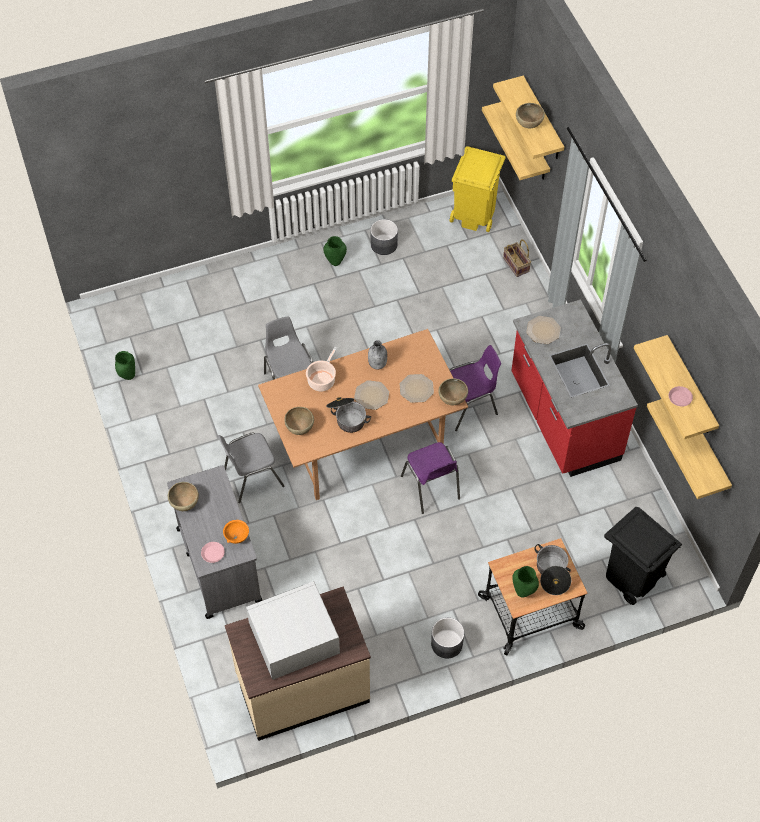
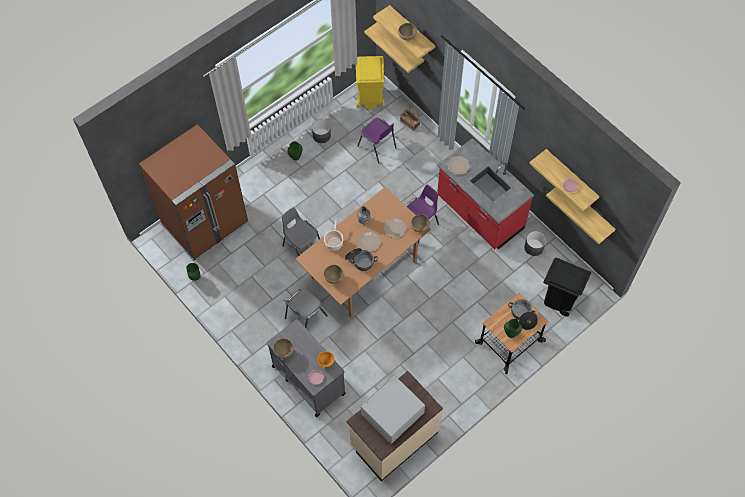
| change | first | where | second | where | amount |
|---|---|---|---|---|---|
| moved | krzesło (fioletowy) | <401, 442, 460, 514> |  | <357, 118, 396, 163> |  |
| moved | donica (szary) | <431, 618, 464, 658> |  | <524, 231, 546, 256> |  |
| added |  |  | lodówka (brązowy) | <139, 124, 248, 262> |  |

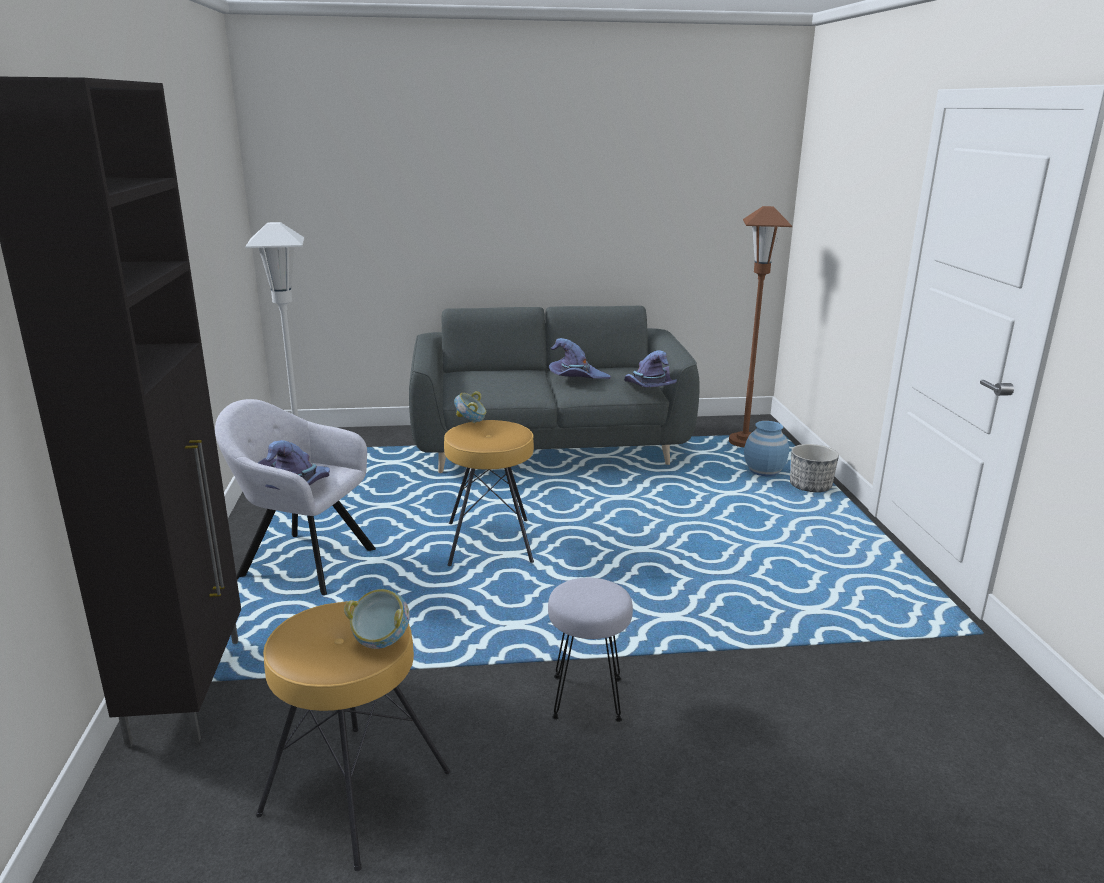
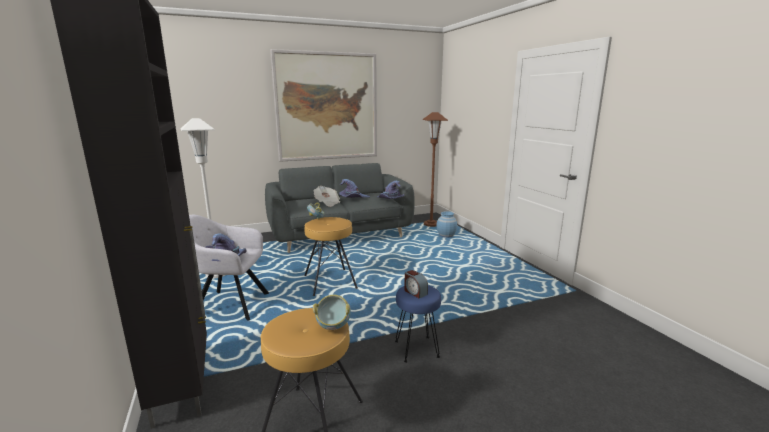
| change | first | where | second | where | amount |
|---|---|---|---|---|---|
| removed | donica | <790, 444, 839, 492> |  |  |  |
| recoloured | stołek (szary) | <548, 578, 633, 722> | stołek (niebieski) | <395, 285, 441, 363> |  |
| added |  |  | obraz | <270, 49, 377, 162> |  |
| added |  |  | gazeta | <314, 186, 340, 207> |  |
| added |  |  | budzik | <404, 270, 428, 298> |  |

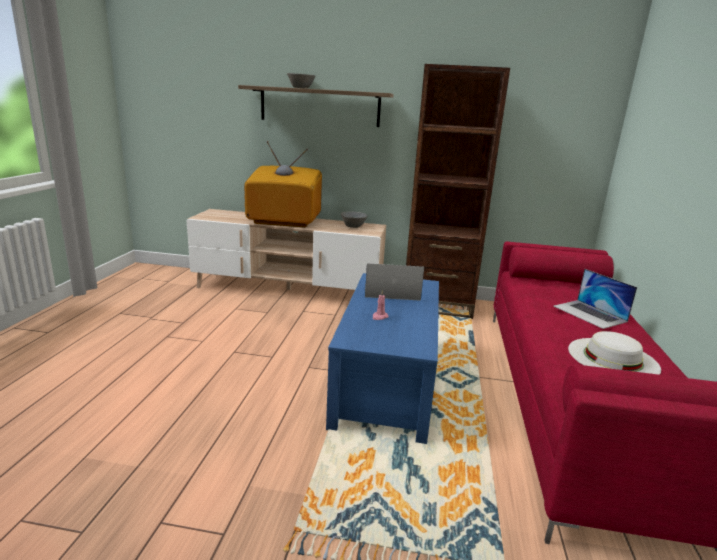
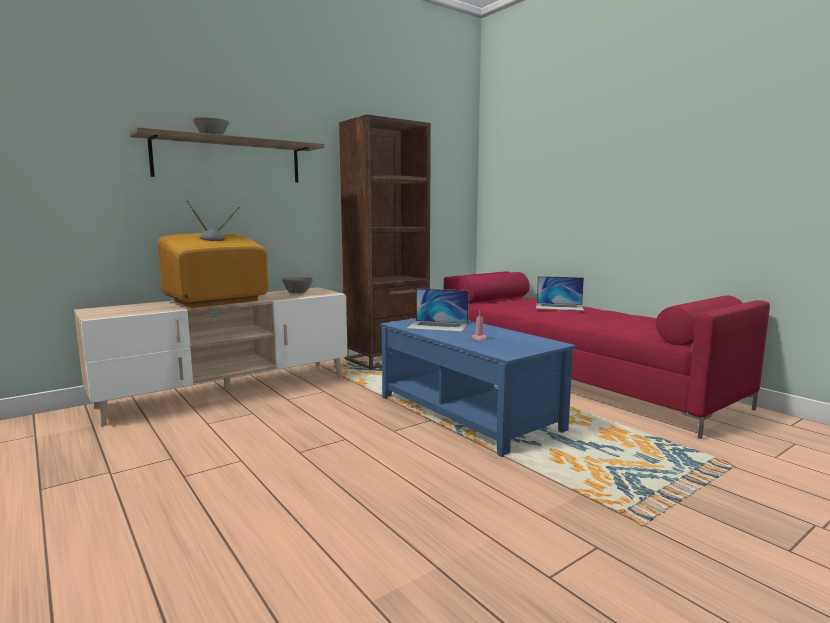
| change | first | where | second | where | amount |
|---|---|---|---|---|---|
| turned | laptop | <365, 263, 424, 301> |  | <406, 288, 469, 332> | 120 degrees counterclockwise |
| removed | kapelusz (biały) | <568, 331, 661, 375> |  |  |  |

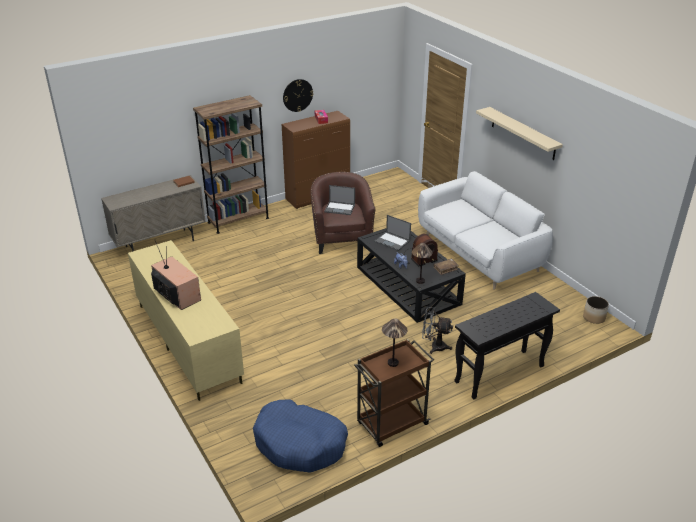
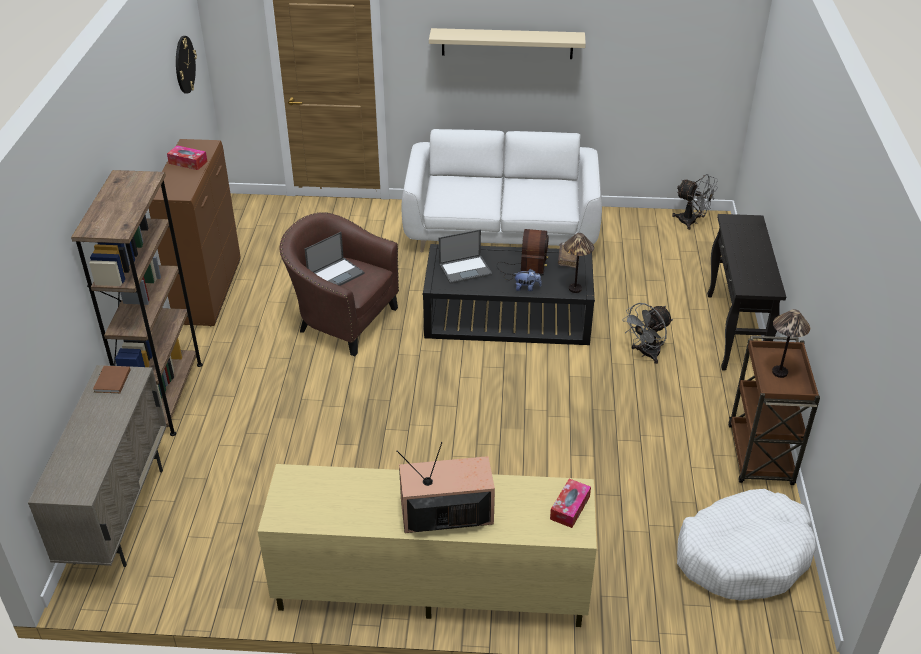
| change | first | where | second | where | amount |
|---|---|---|---|---|---|
| moved | zegar ścienny | <283, 79, 313, 112> |  | <176, 36, 197, 94> |  |
| replaced | donica | <583, 296, 609, 324> | wentylator (szary) | <672, 174, 718, 230> |  |
| recoloured | legowisko (niebieski) | <253, 400, 348, 473> | legowisko (biały) | <677, 489, 816, 601> |  |
| added |  |  | pudełko chusteczek | <550, 479, 591, 528> |  |

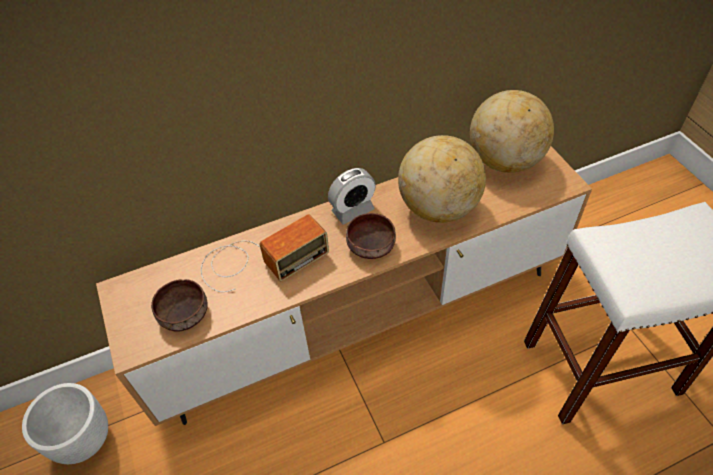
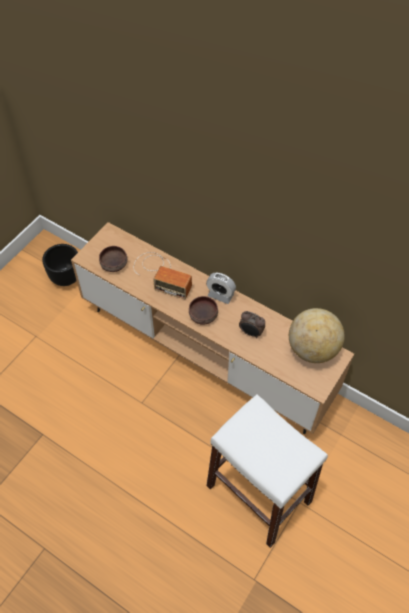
| change | first | where | second | where | amount |
|---|---|---|---|---|---|
| replaced | globus | <398, 135, 486, 223> | budzik | <239, 311, 265, 338> |  |
| recoloured | donica (biały) | <22, 383, 108, 464> | donica (czarny) | <42, 244, 78, 286> |  |

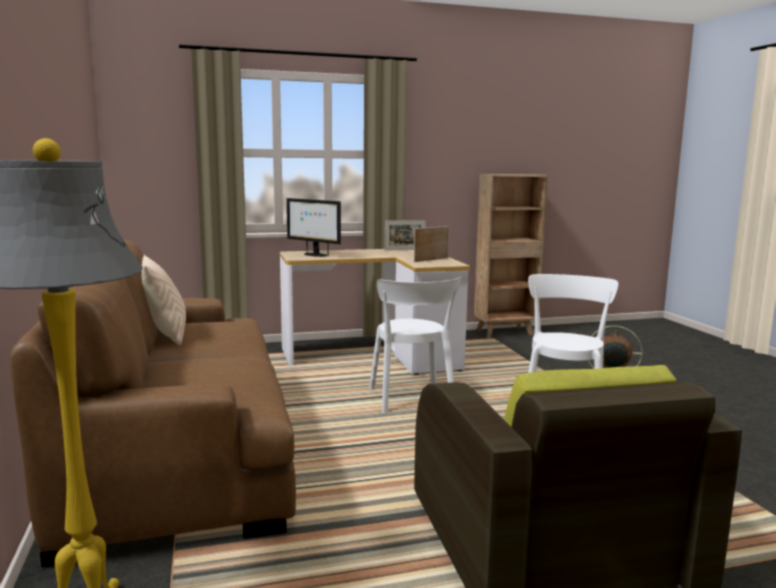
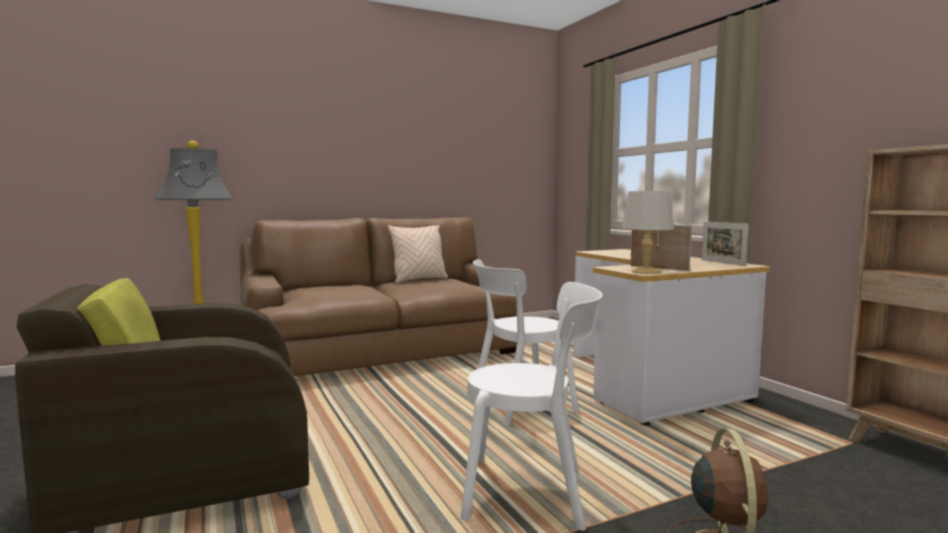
| change | first | where | second | where | amount |
|---|---|---|---|---|---|
| removed | monitor | <287, 198, 341, 257> |  |  |  |
| added |  |  | lampa stołowa (szary) | <622, 191, 674, 274> |  |

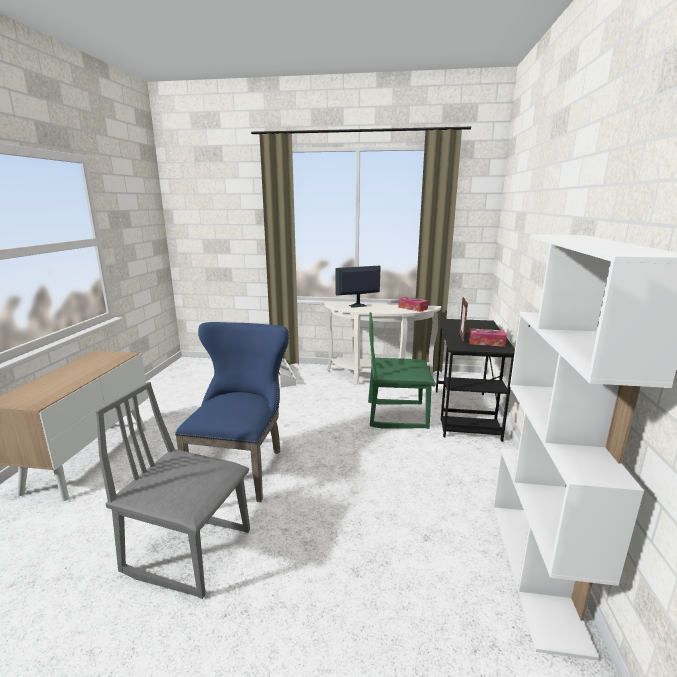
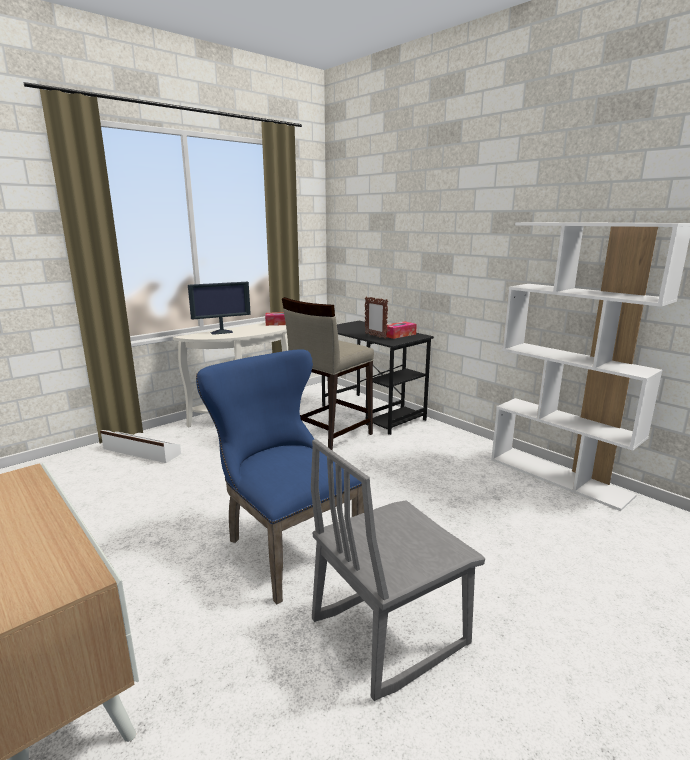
| change | first | where | second | where | amount |
|---|---|---|---|---|---|
| turned | monitor | <335, 266, 381, 307> |  | <188, 282, 251, 335> | 135 degrees counterclockwise |
| replaced | krzesło (zielony) | <368, 312, 436, 429> | stołek (beżowy) | <282, 297, 374, 451> |  |

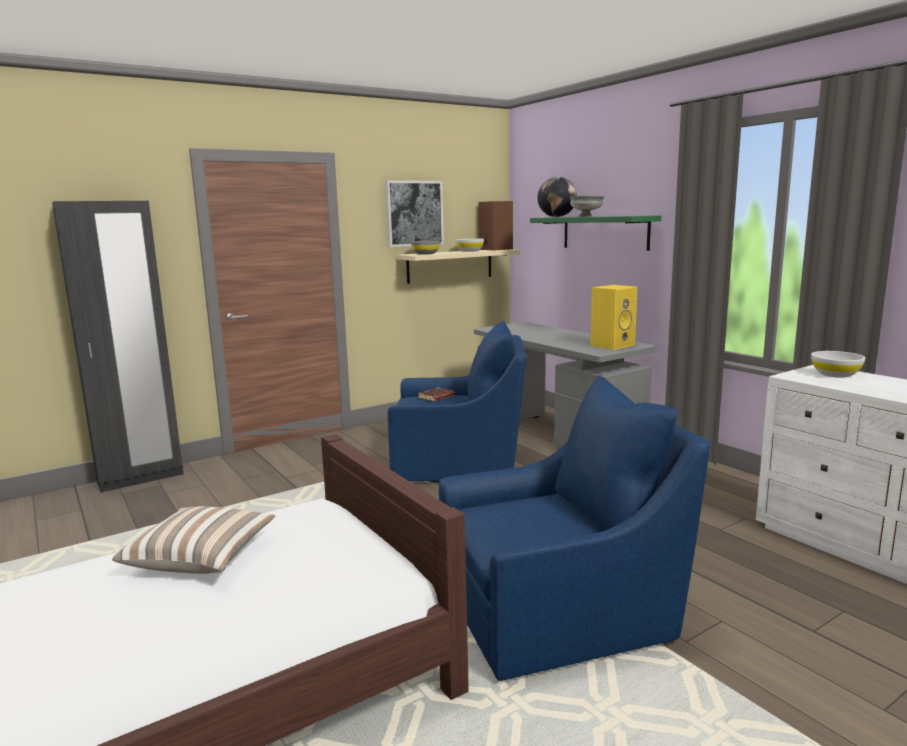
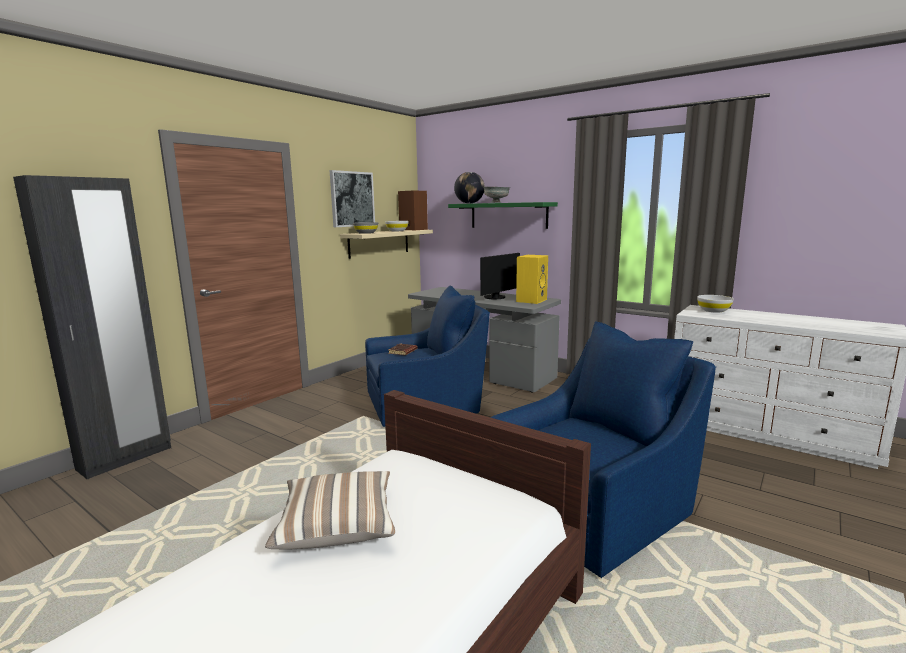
| change | first | where | second | where | amount |
|---|---|---|---|---|---|
| added |  |  | monitor | <480, 253, 520, 299> |  |

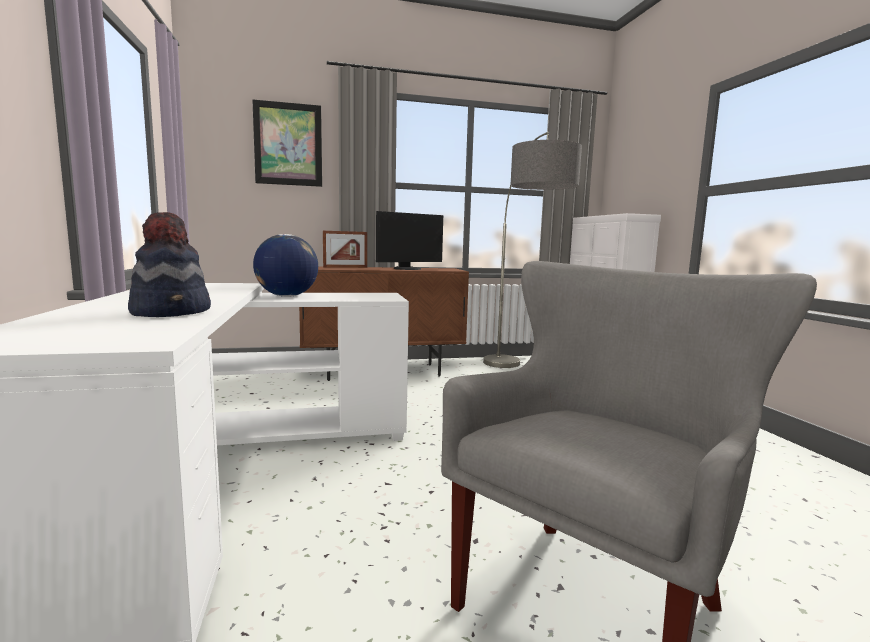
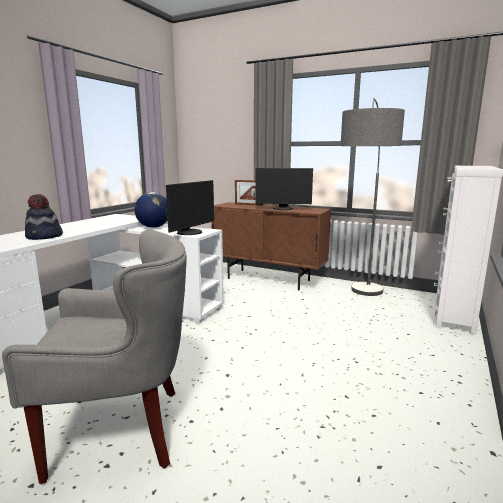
| change | first | where | second | where | amount |
|---|---|---|---|---|---|
| removed | obraz | <252, 100, 322, 187> |  |  |  |
| added |  |  | monitor | <166, 180, 214, 235> |  |

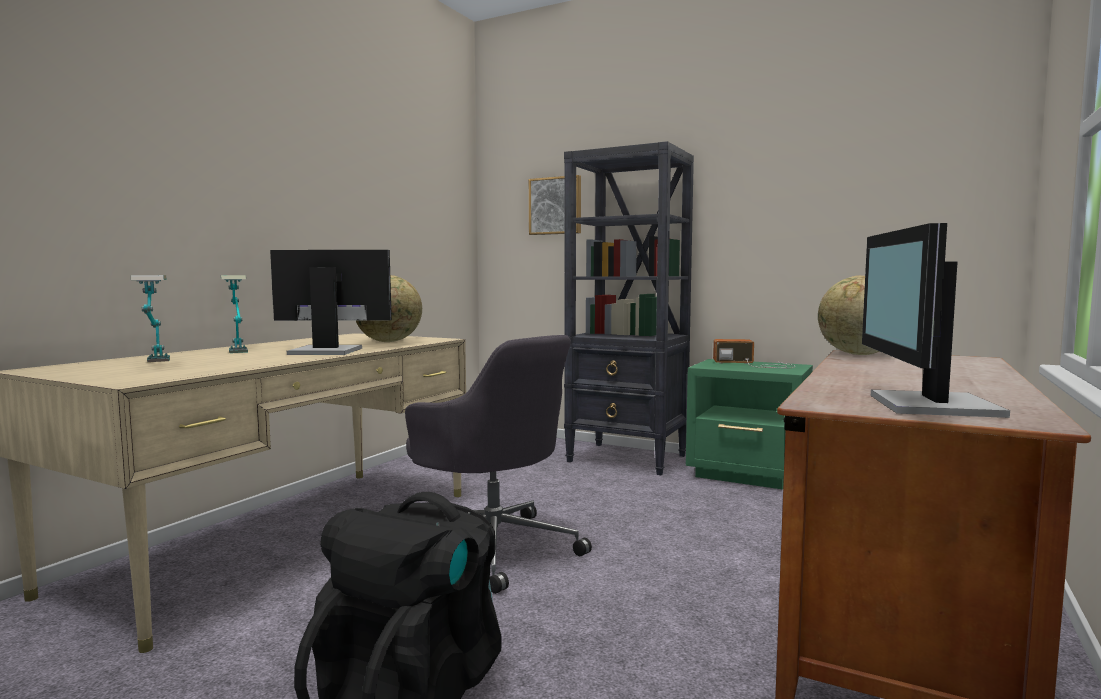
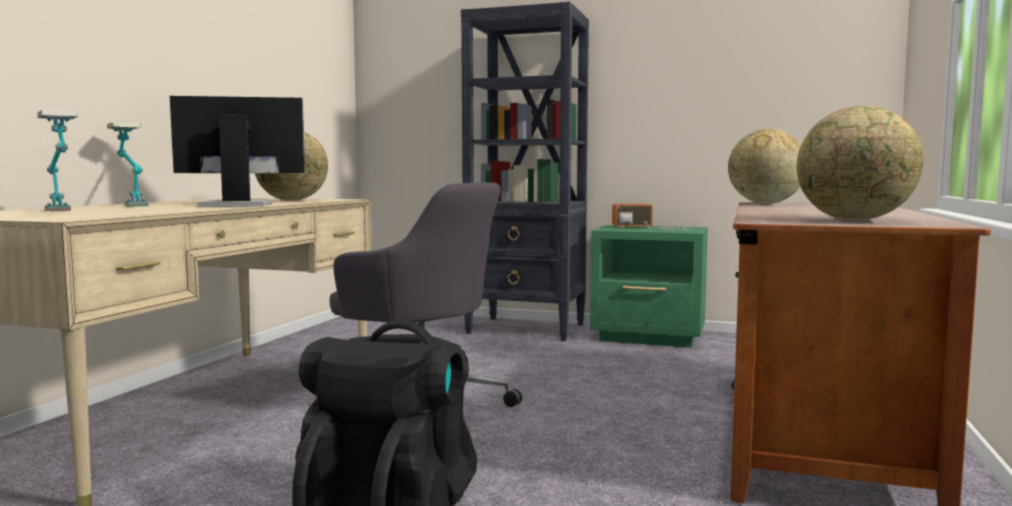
| change | first | where | second | where | amount |
|---|---|---|---|---|---|
| removed | obraz | <529, 175, 581, 235> |  |  |  |
| replaced | monitor | <862, 223, 1010, 418> | globus | <797, 105, 924, 221> |  |

